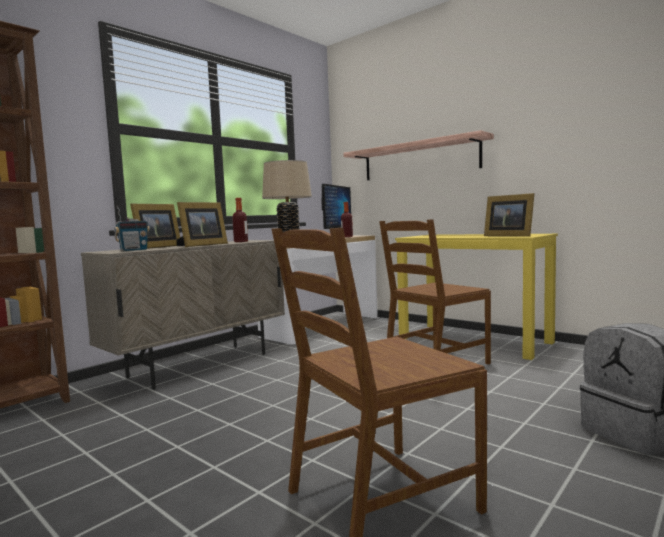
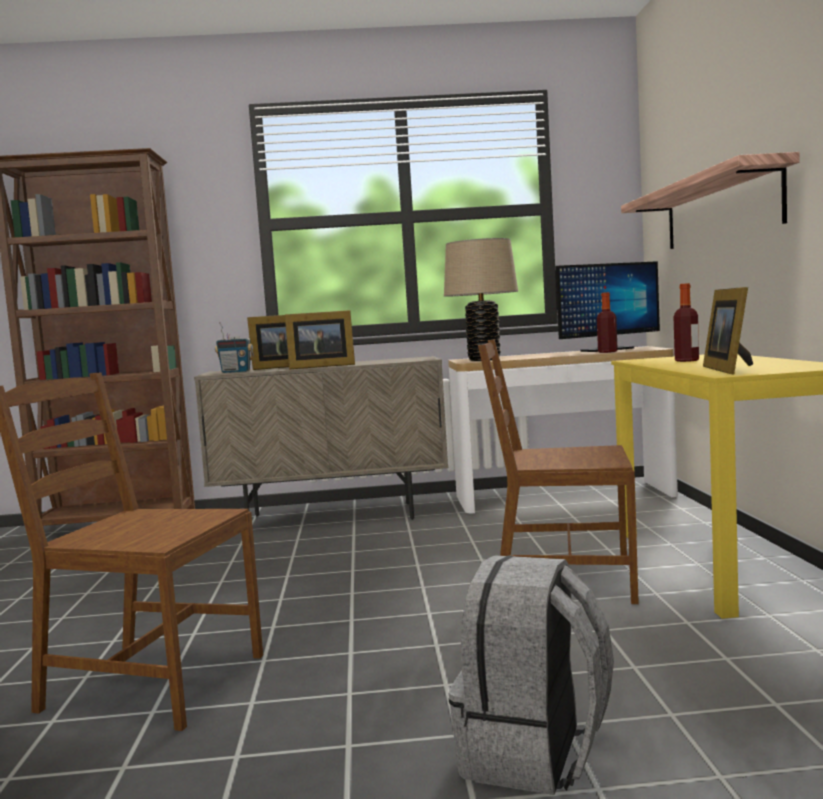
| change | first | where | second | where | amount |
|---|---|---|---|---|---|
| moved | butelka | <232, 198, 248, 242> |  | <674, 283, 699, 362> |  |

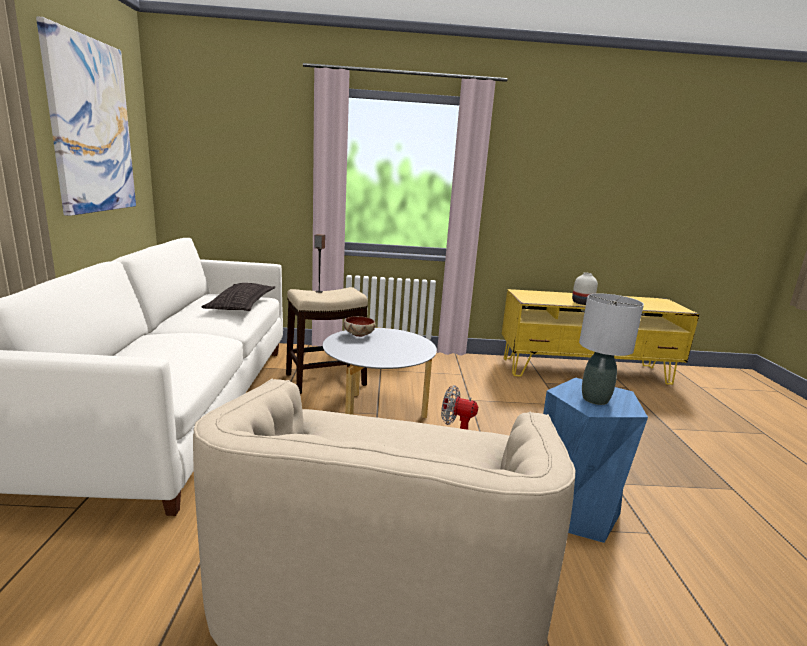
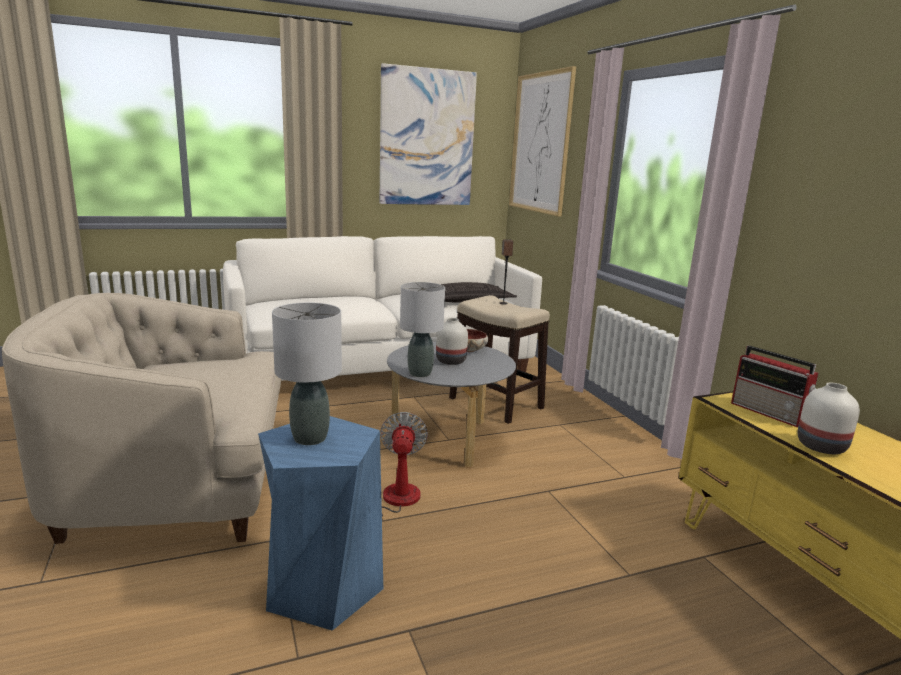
| change | first | where | second | where | amount |
|---|---|---|---|---|---|
| added |  |  | obraz | <509, 66, 576, 216> |  |
| added |  |  | lampa stołowa (szary) | <400, 282, 445, 377> |  |
| added |  |  | wazon (biały) | <436, 318, 468, 365> |  |
| added |  |  | radio | <731, 345, 819, 427> |  |

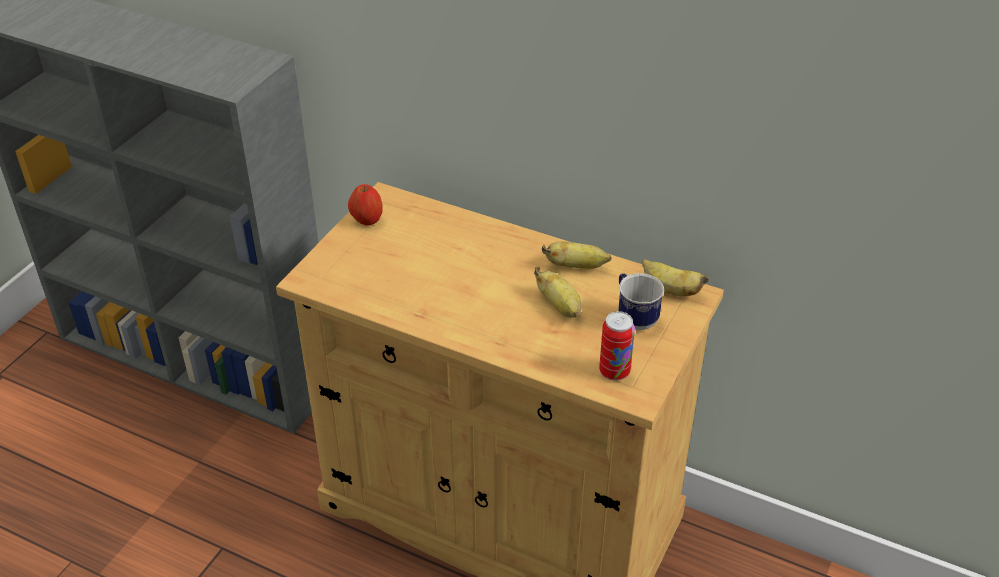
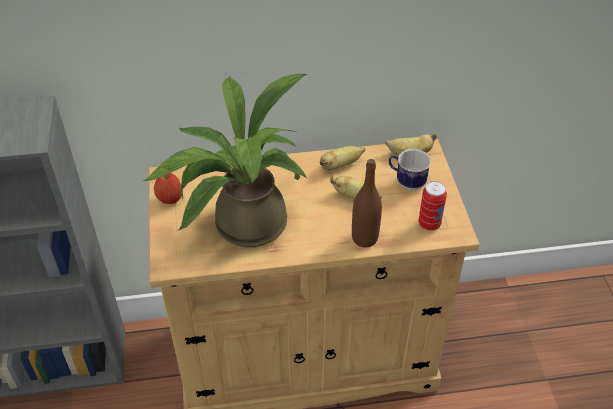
| change | first | where | second | where | amount |
|---|---|---|---|---|---|
| added |  |  | roślina doniczkowa | <142, 74, 307, 247> |  |
| added |  |  | butelka (brązowy) | <352, 159, 382, 247> |  |

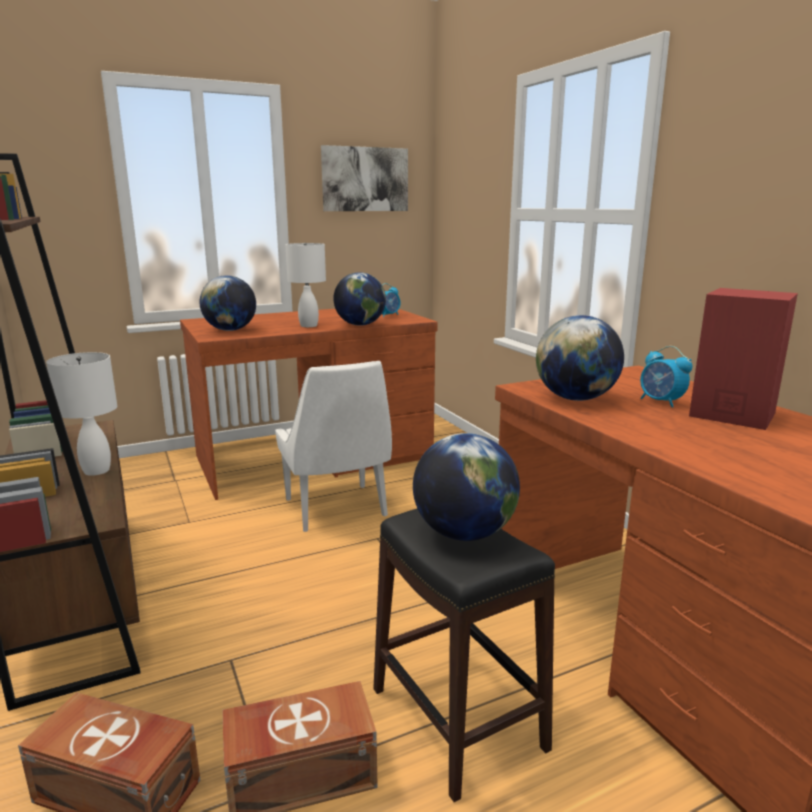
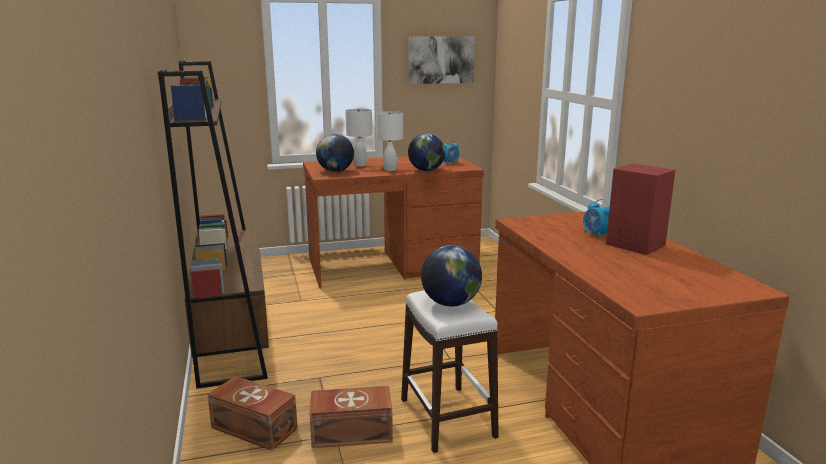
| change | first | where | second | where | amount |
|---|---|---|---|---|---|
| removed | globus | <536, 315, 624, 401> |  |  |  |
| moved | lampa stołowa (biały) | <46, 352, 117, 476> |  | <345, 109, 372, 166> |  |
| removed | krzesło (biały) | <275, 361, 392, 532> |  |  |  |
| recoloured | stołek (czarny) | <373, 509, 555, 802> | stołek (biały) | <401, 290, 499, 453> |  |

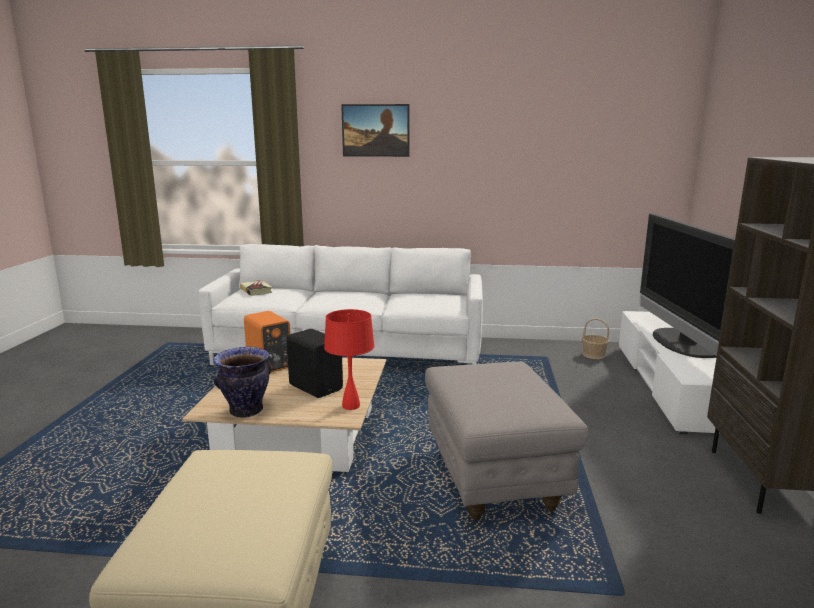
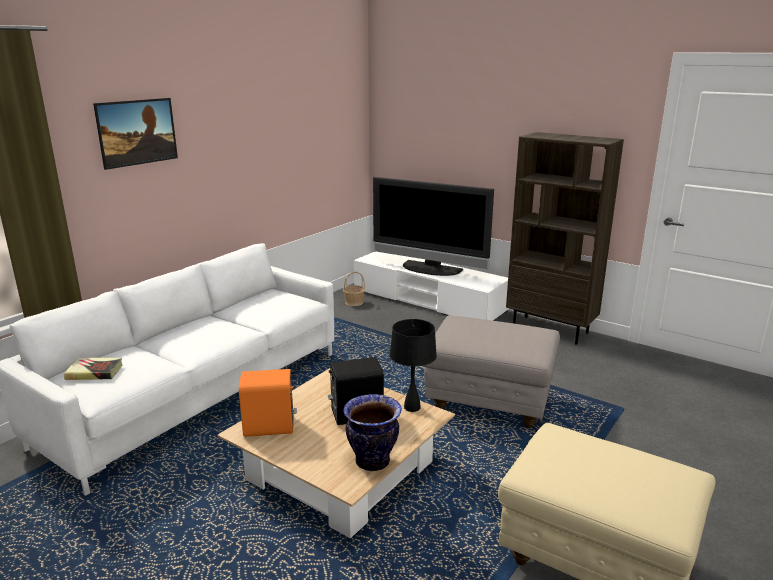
| change | first | where | second | where | amount |
|---|---|---|---|---|---|
| recoloured | lampa stołowa (czerwony) | <324, 309, 375, 410> | lampa stołowa (czarny) | <390, 319, 437, 412> |  |

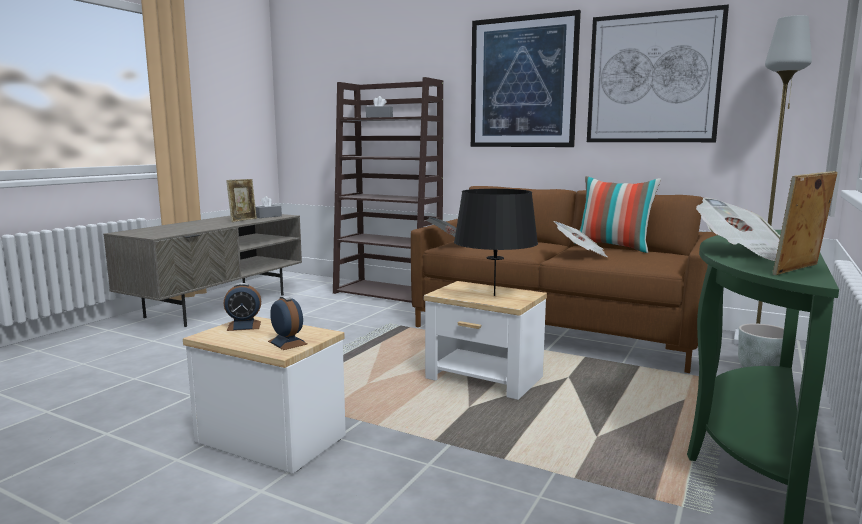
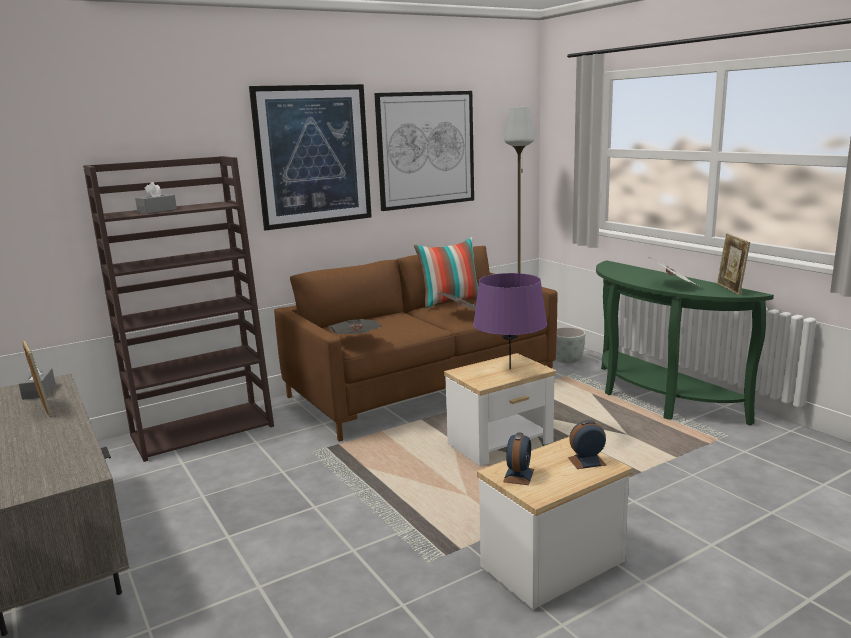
| change | first | where | second | where | amount |
|---|---|---|---|---|---|
| recoloured | lampa stołowa (czarny) | <454, 189, 538, 296> | lampa stołowa (fioletowy) | <473, 273, 547, 369> |  |

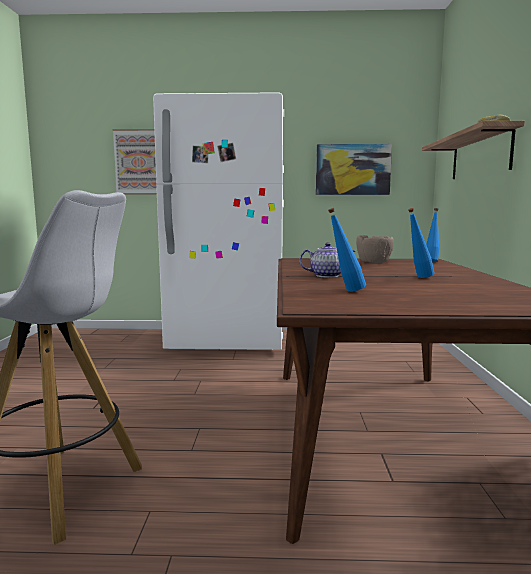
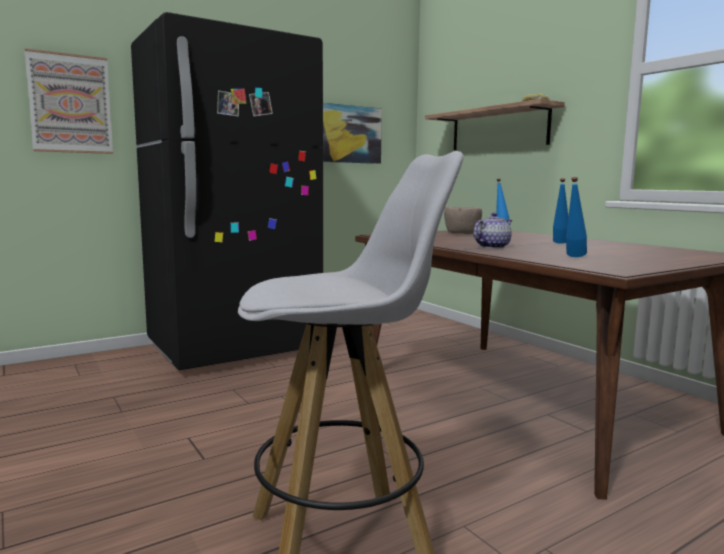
| change | first | where | second | where | amount |
|---|---|---|---|---|---|
| recoloured | lodówka (biały) | <153, 92, 284, 350> | lodówka (czarny) | <131, 12, 323, 370> |  |

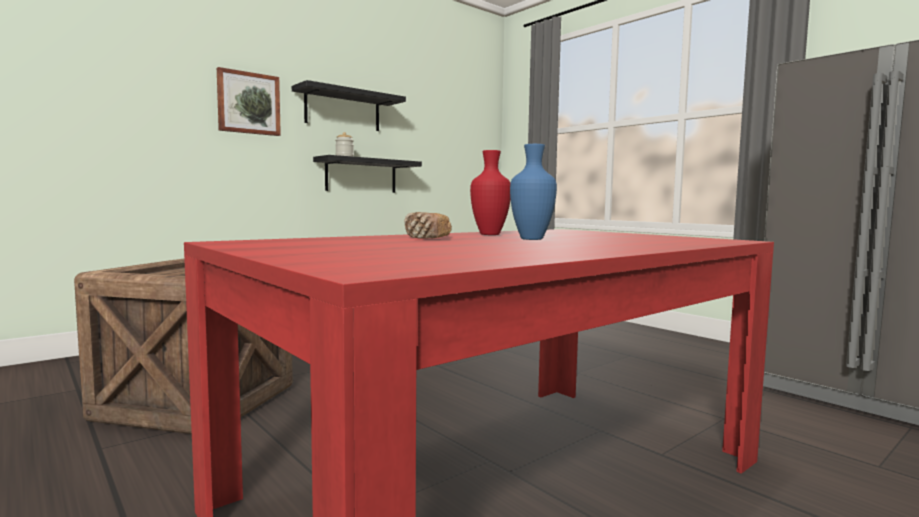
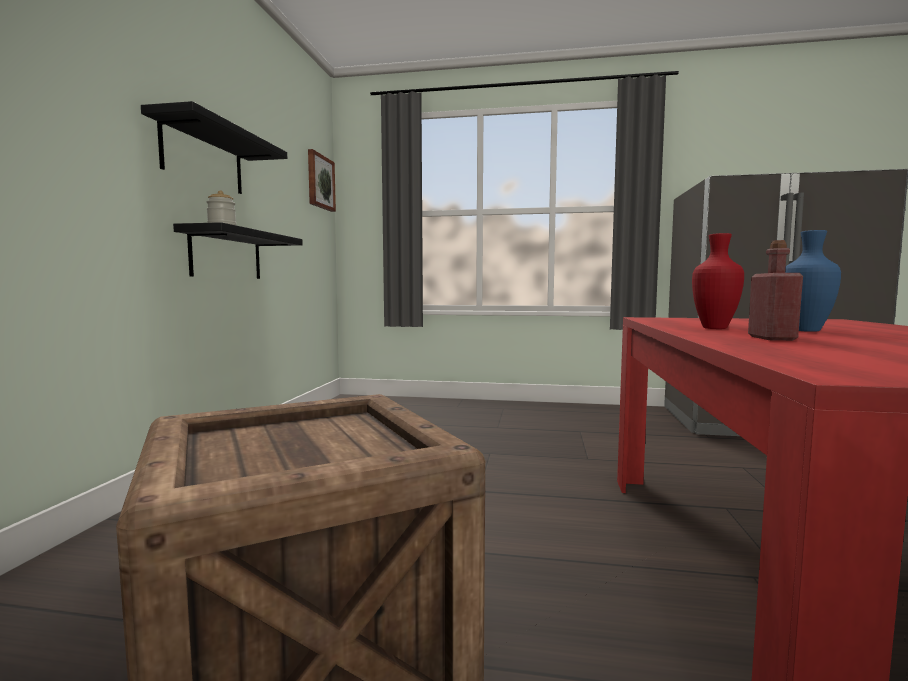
| change | first | where | second | where | amount |
|---|---|---|---|---|---|
| moved | obraz | <217, 67, 281, 136> |  | <308, 149, 336, 212> |  |
| replaced | chleb | <404, 212, 452, 239> | butelka (czerwony) | <748, 240, 803, 341> |  |

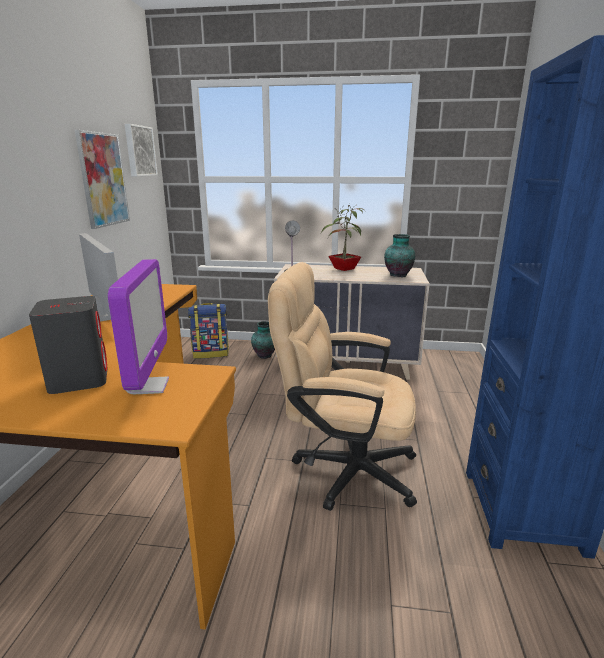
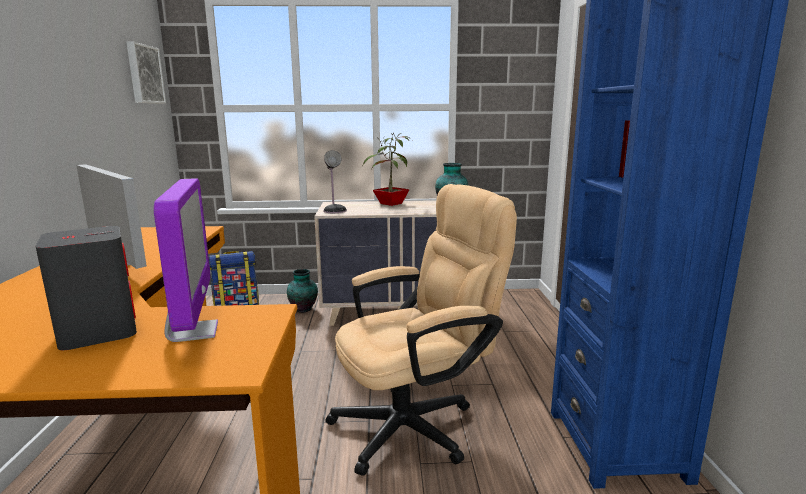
| change | first | where | second | where | amount |
|---|---|---|---|---|---|
| removed | obraz | <75, 130, 130, 229> |  |  |  |
| turned | krzesło biurowe (beżowy) | <268, 262, 417, 511> |  | <325, 184, 517, 476> | 150 degrees clockwise |

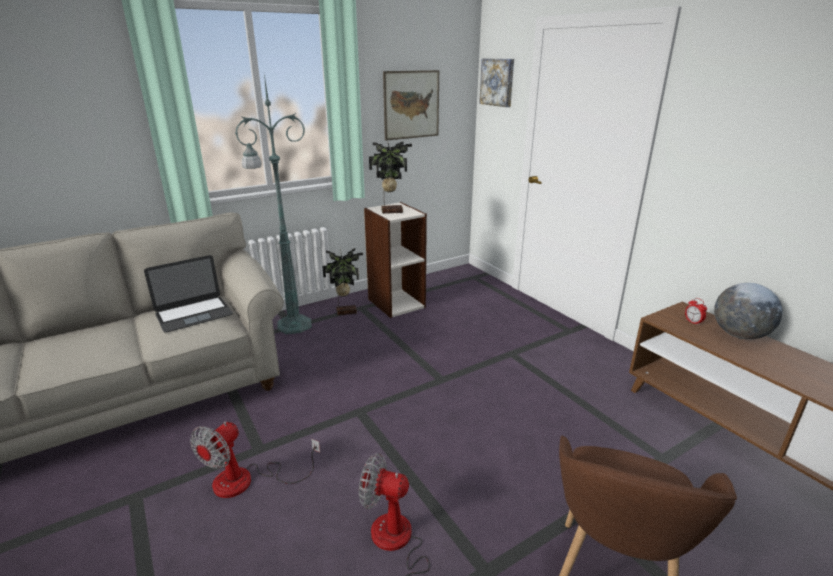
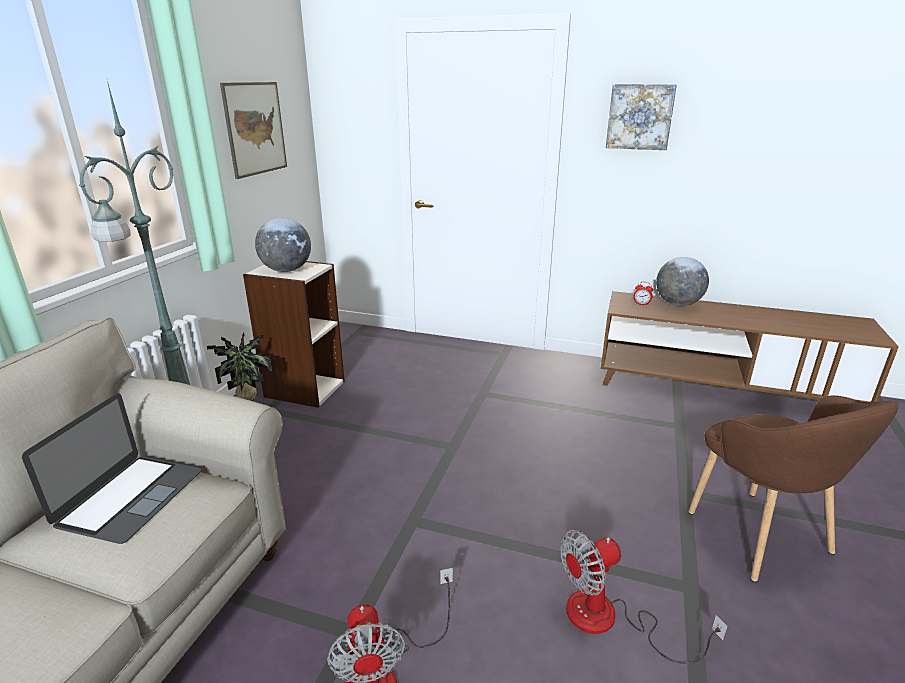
| change | first | where | second | where | amount |
|---|---|---|---|---|---|
| moved | obraz | <479, 59, 514, 107> |  | <606, 84, 677, 150> |  |
| replaced | roślina doniczkowa | <369, 142, 412, 214> | globus | <255, 218, 311, 272> |  |

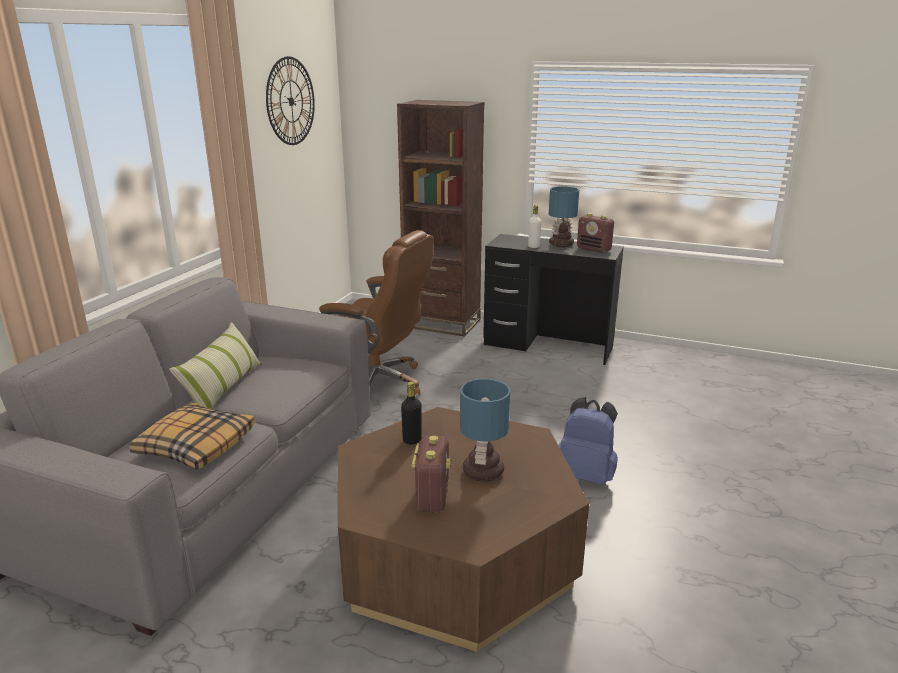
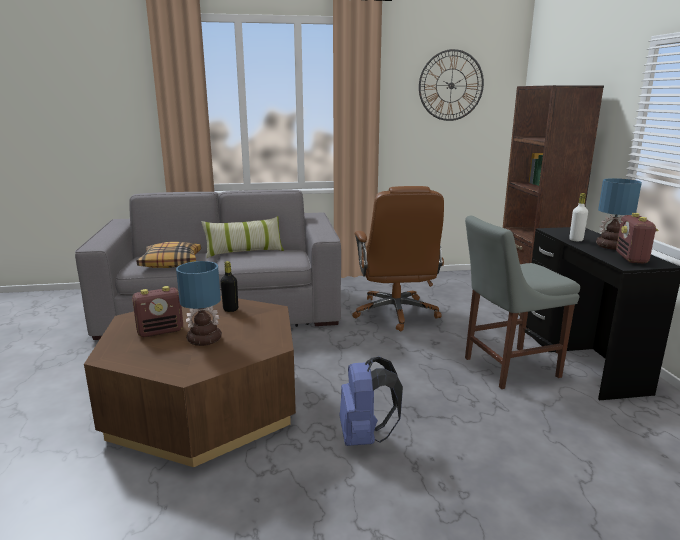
| change | first | where | second | where | amount |
|---|---|---|---|---|---|
| added |  |  | krzesło (szary) | <465, 216, 580, 389> |  |

